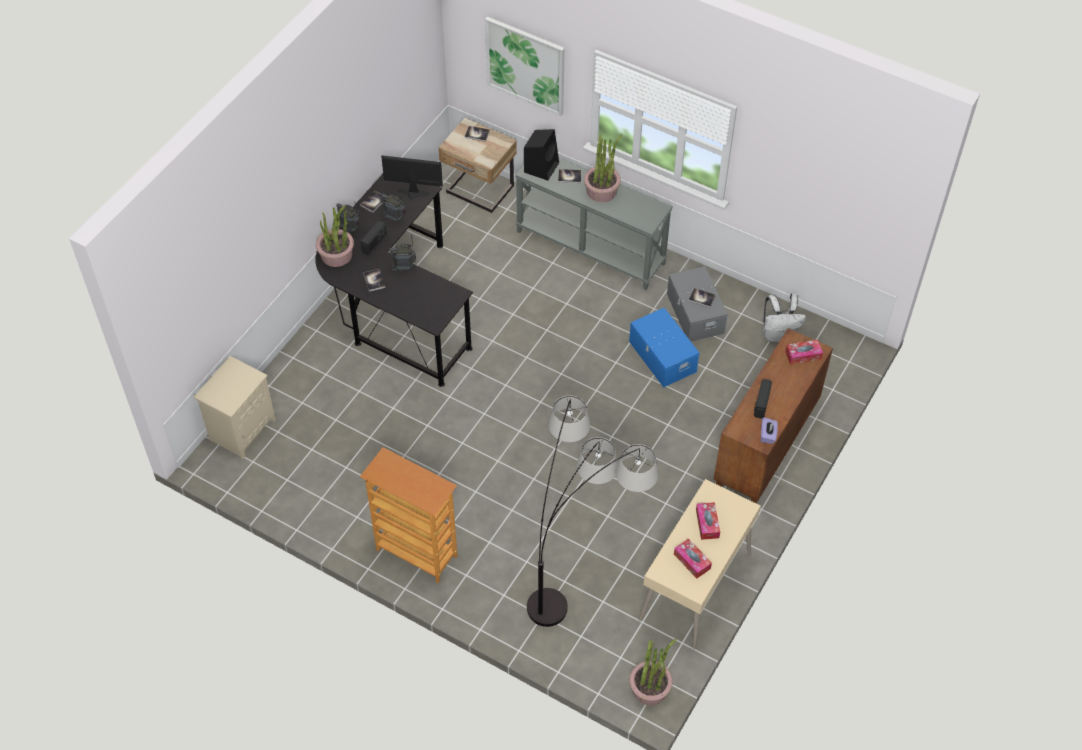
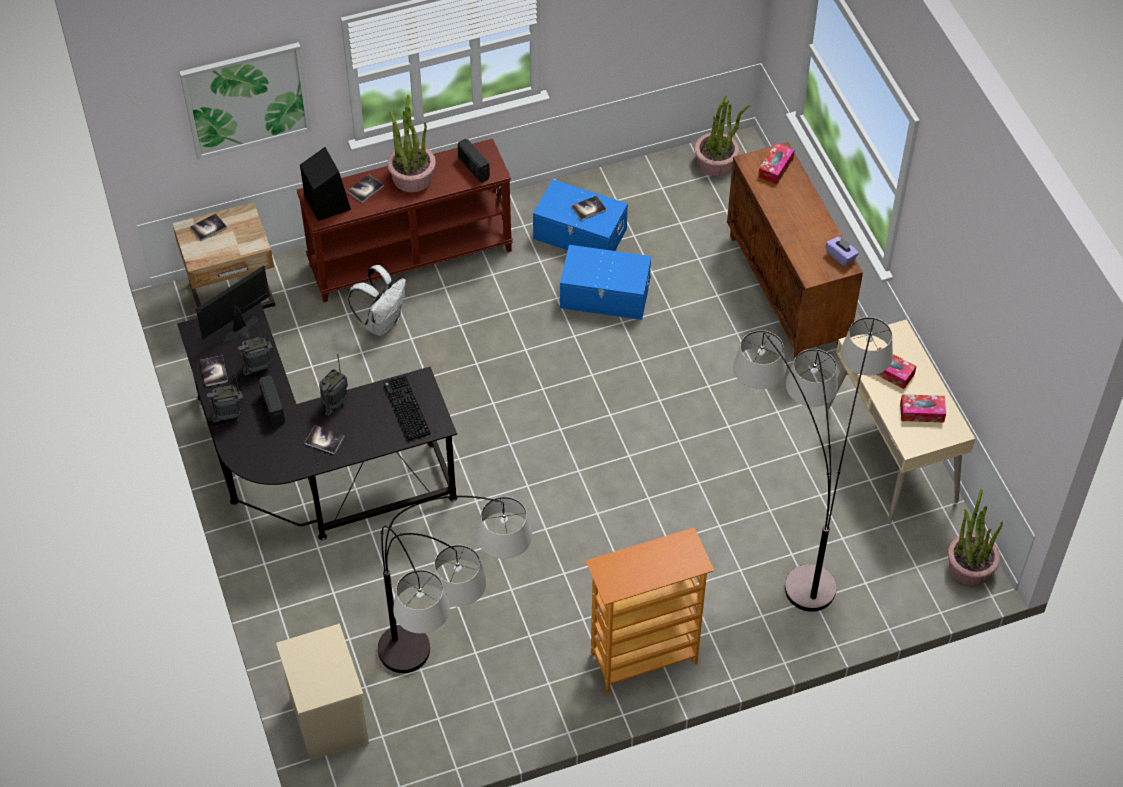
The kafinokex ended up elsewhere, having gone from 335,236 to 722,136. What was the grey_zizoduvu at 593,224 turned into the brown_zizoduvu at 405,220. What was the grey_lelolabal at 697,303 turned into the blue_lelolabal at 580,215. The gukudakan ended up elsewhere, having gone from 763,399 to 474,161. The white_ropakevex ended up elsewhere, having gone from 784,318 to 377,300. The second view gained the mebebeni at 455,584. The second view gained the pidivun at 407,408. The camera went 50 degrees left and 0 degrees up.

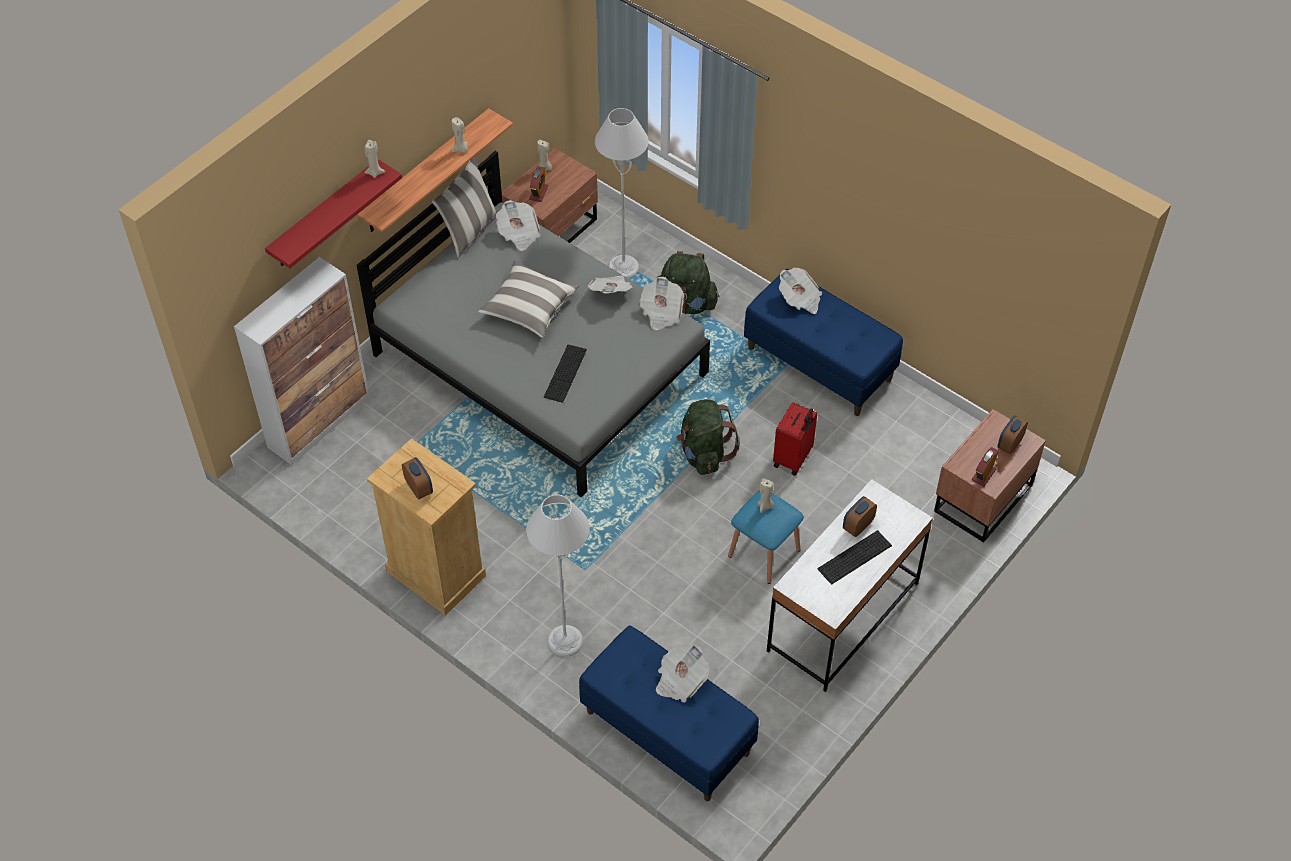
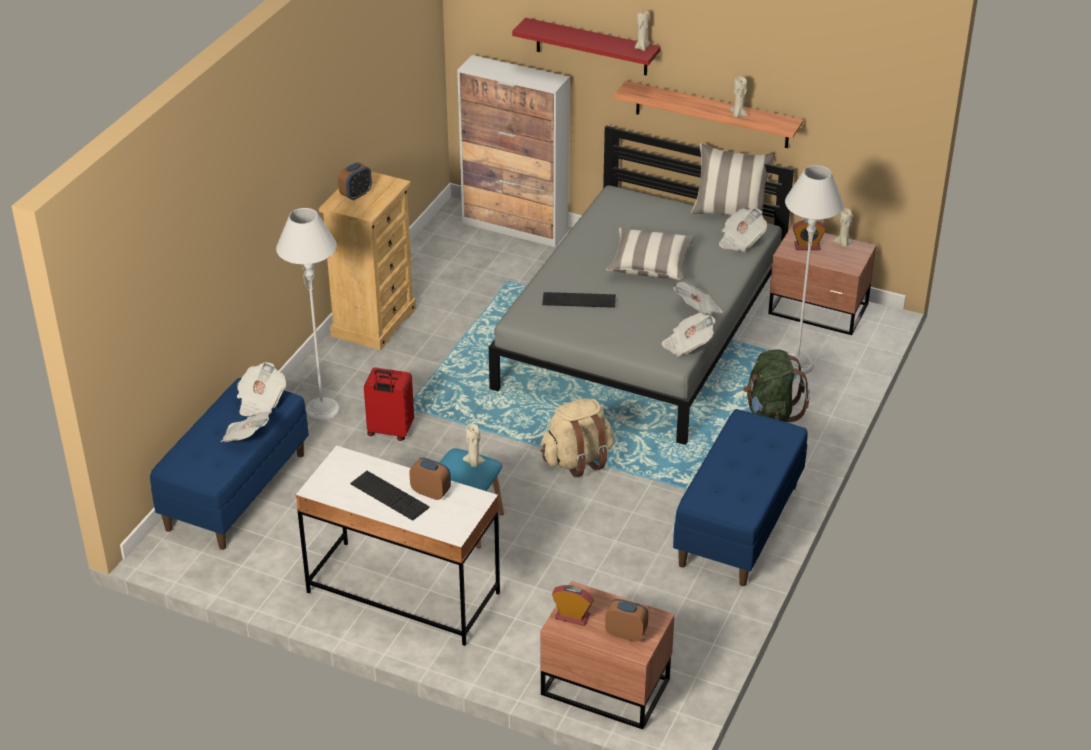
What was the green_ropakevex at 708,437 turned into the beige_ropakevex at 577,437. The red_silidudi ended up elsewhere, having gone from 795,439 to 389,404. The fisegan ended up elsewhere, having gone from 800,291 to 261,389. The camera went 75 degrees right and 15 degrees down.

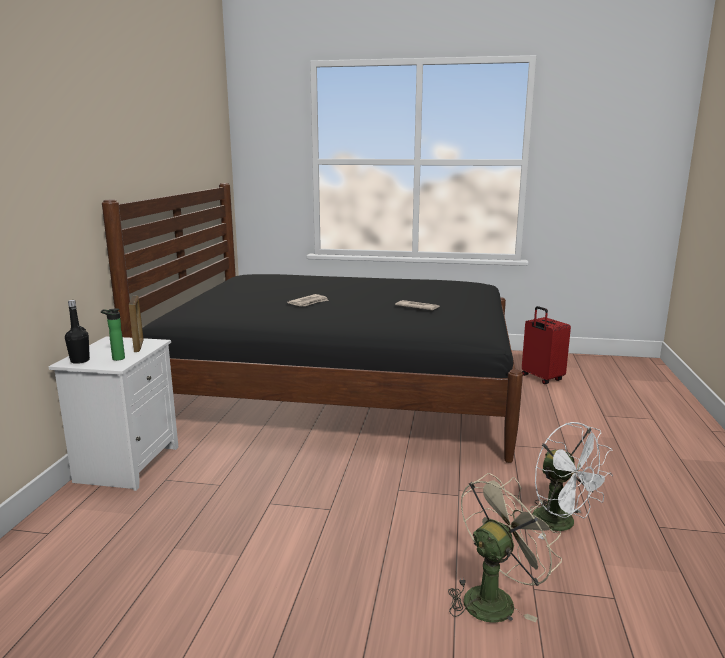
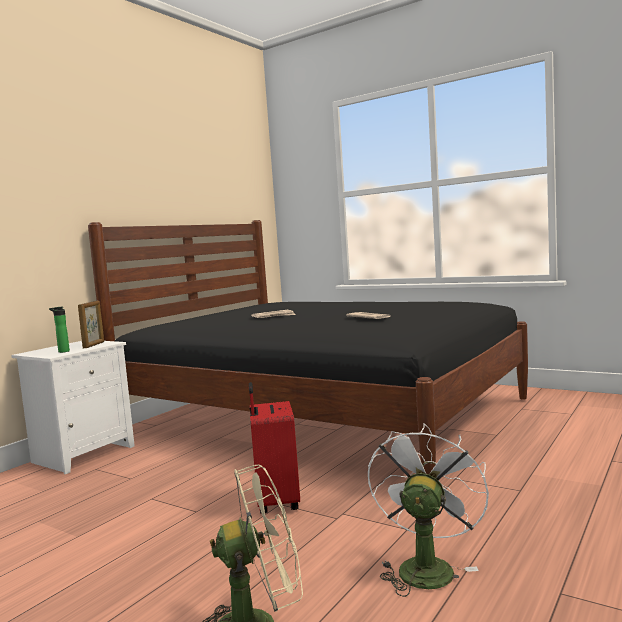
The second view lost the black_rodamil at 77,332. The red_silidudi ended up elsewhere, having gone from 546,345 to 274,448. The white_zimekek at 572,480 ended up facing another way, 150 degrees counterclockwise from before. The camera went 25 degrees right and 10 degrees down.

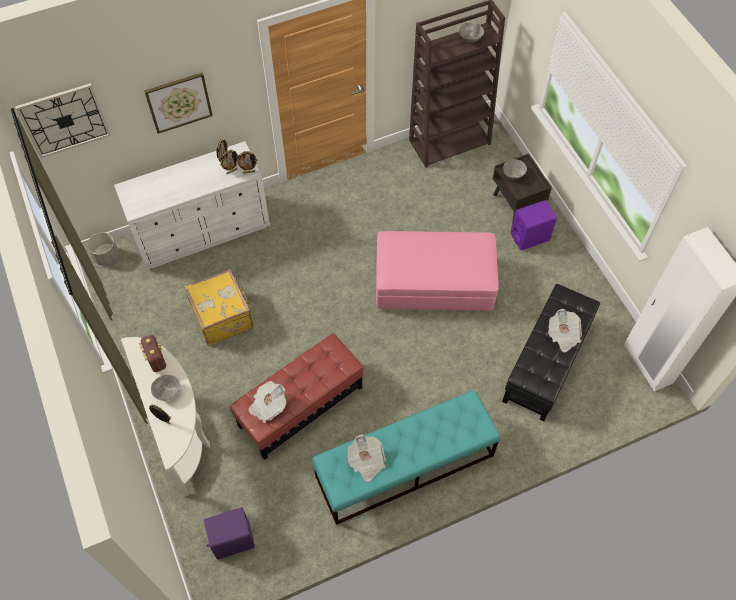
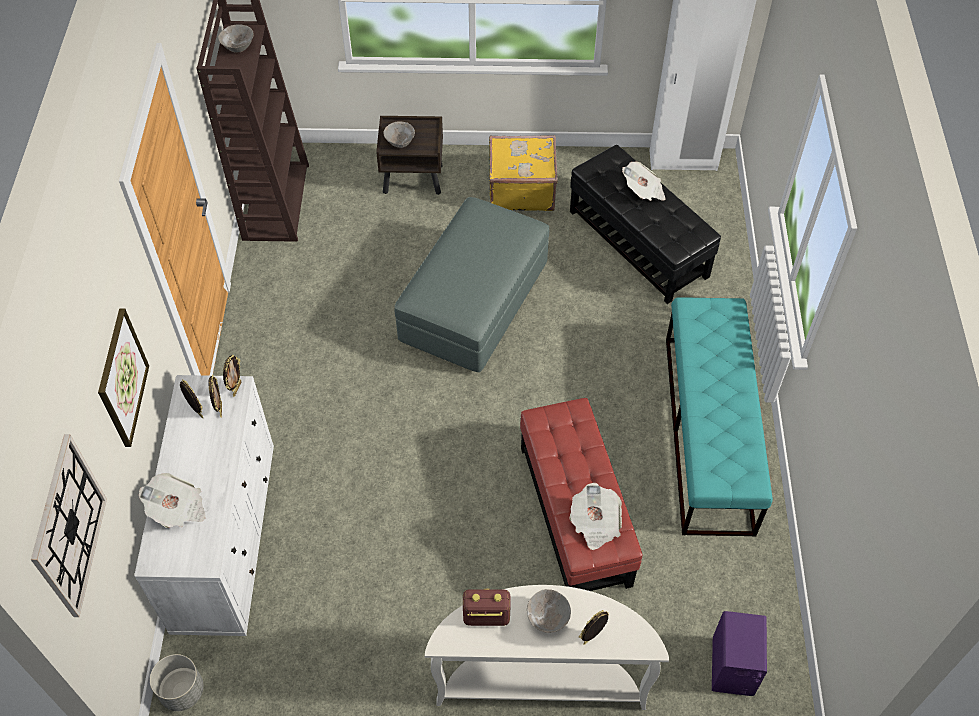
The yellow_silidudi ended up elsewhere, having gone from 218,307 to 523,173. The fisegan ended up elsewhere, having gone from 366,458 to 172,500. What was the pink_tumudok at 437,271 turned into the grey_tumudok at 471,284. The second view lost the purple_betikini at 533,225. The camera went 65 degrees left and 5 degrees down.

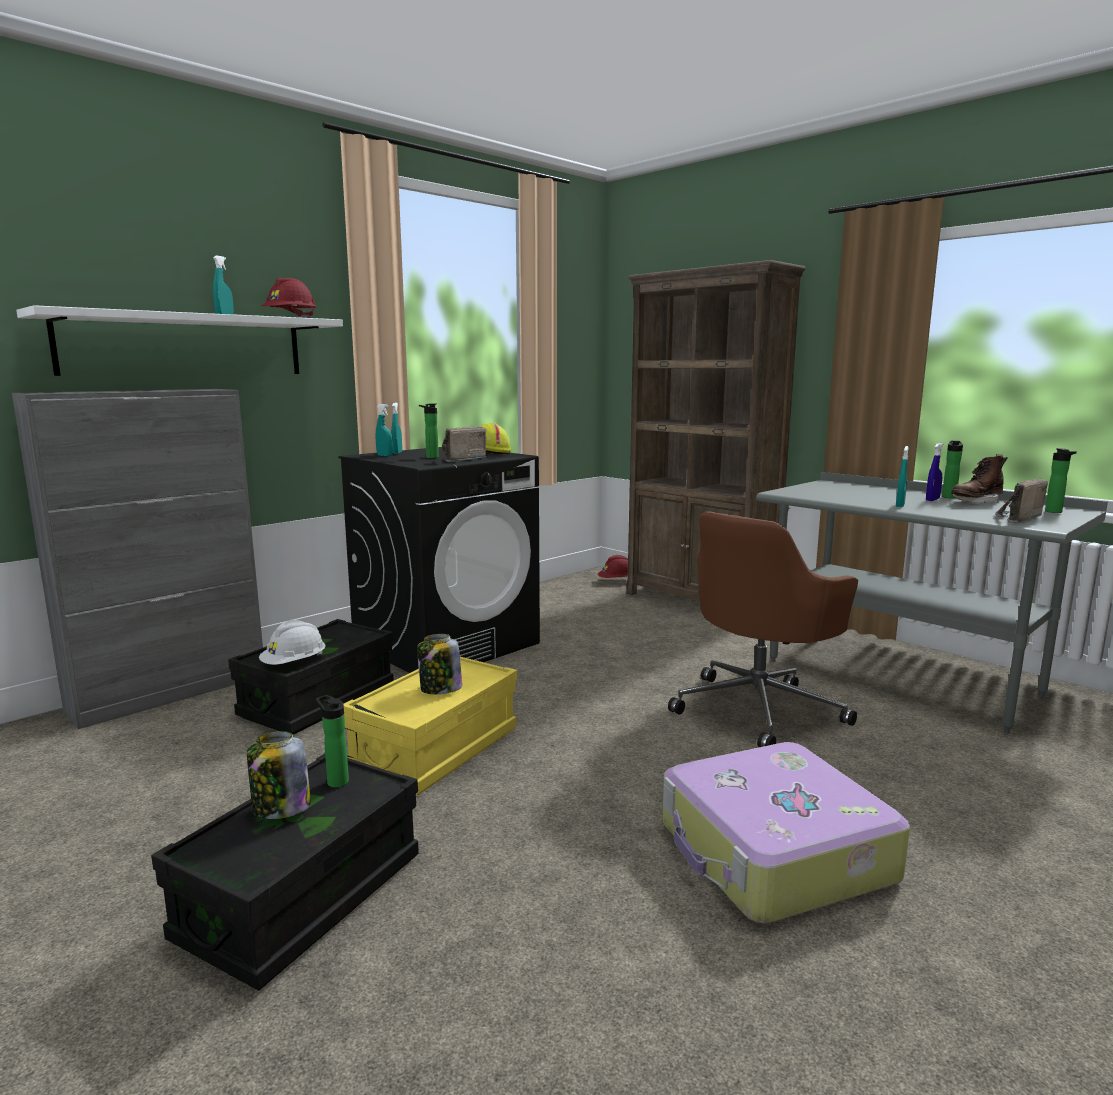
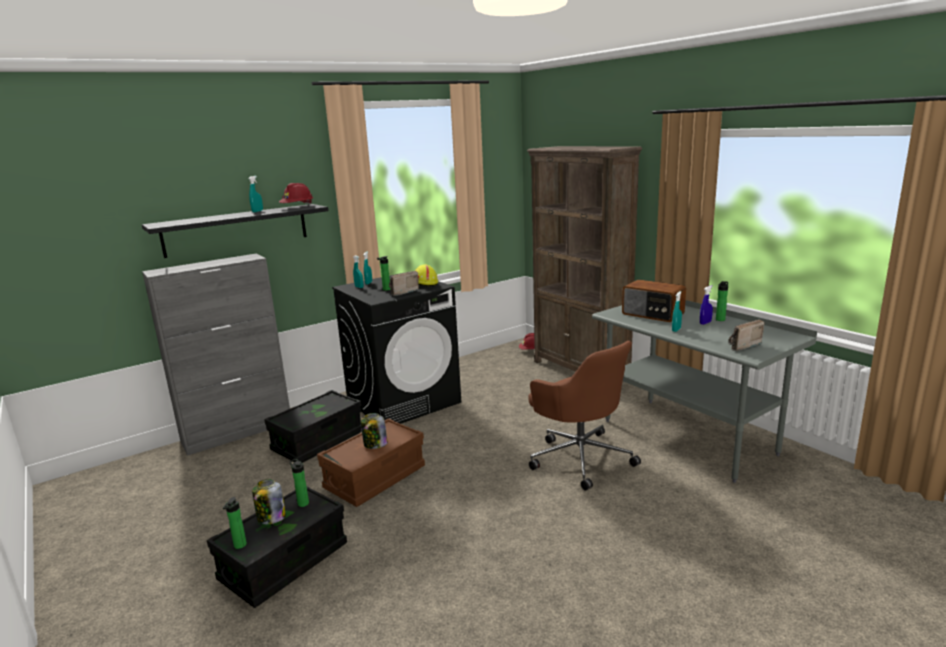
What was the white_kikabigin at 179,340 turned into the black_kikabigin at 235,231. The second view lost the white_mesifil at 292,642. What was the yellow_lelolabal at 430,726 turned into the brown_lelolabal at 371,462. The second view lost the silidudi at 786,833. The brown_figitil at 763,629 ended up facing another way, 90 degrees counterclockwise from before. The second view lost the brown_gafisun at 979,478. The rodamil ended up elsewhere, having gone from 1061,480 to 235,523. The second view gained the gukudakan at 654,301. The camera went 10 degrees right and 5 degrees up.

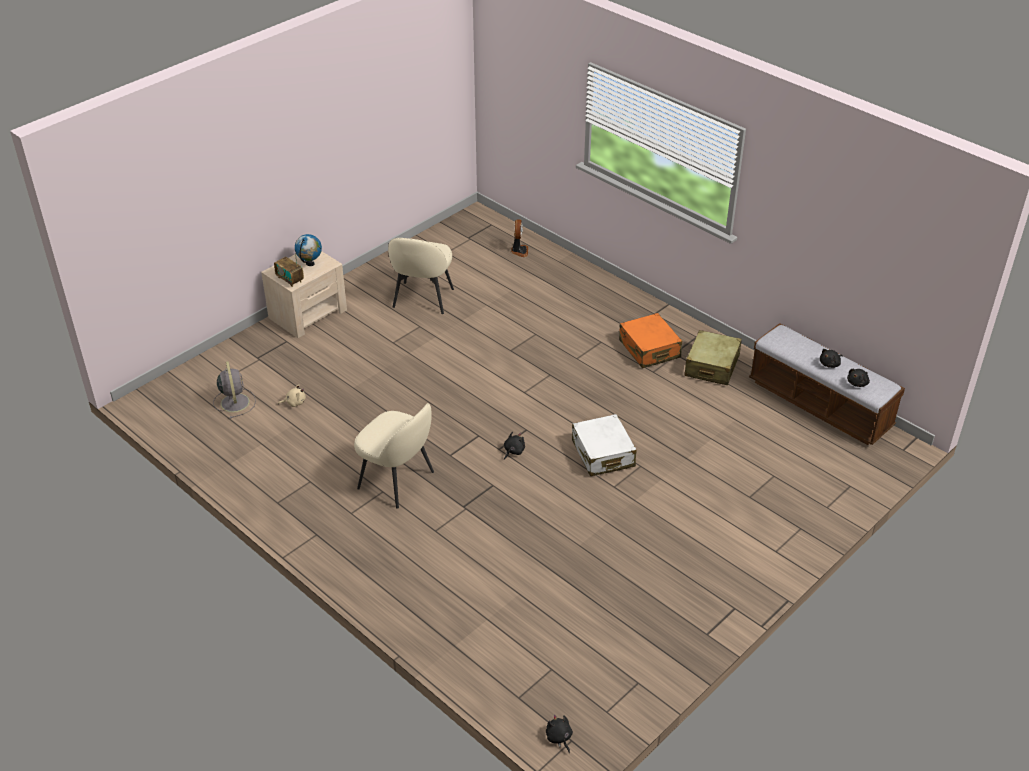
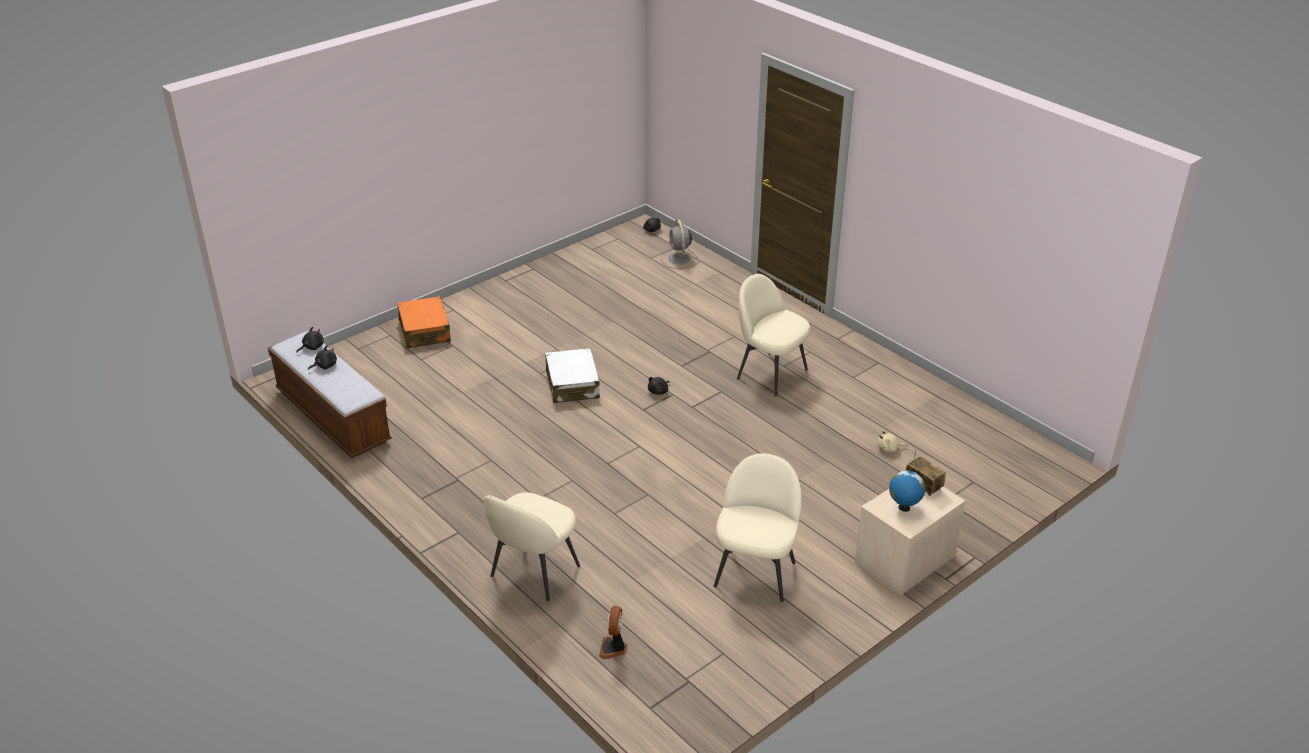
The grey_zimekek ended up elsewhere, having gone from 234,389 to 680,244. The orange_silidudi ended up elsewhere, having gone from 650,340 to 424,322. The second view lost the beige_silidudi at 713,357. The second view gained the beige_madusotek at 531,546. The camera went 175 degrees left and 5 degrees down.

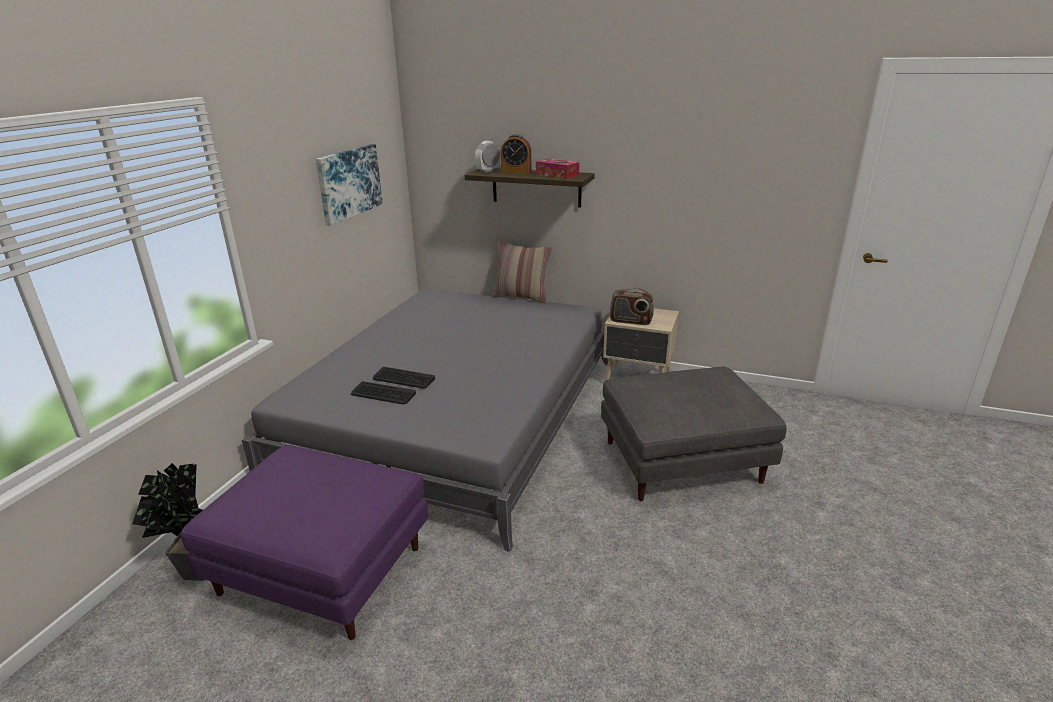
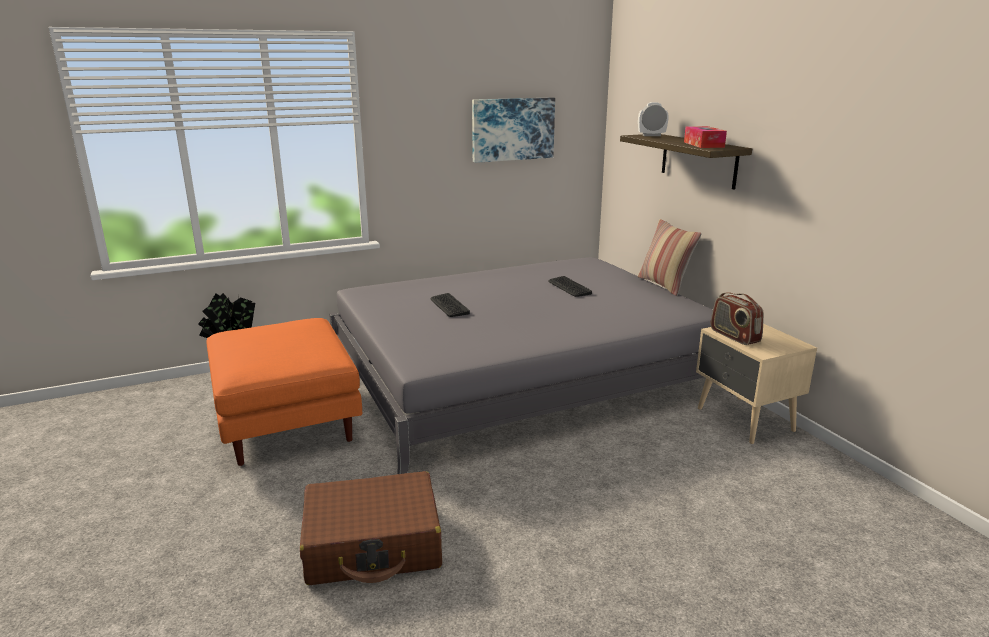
What was the purple_tumudok at 304,542 turned into the orange_tumudok at 284,392. The pidivun ended up elsewhere, having gone from 383,392 to 570,286. The second view lost the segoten at 516,154. The second view lost the grey_tumudok at 694,433. The second view gained the brown_silidudi at 371,528. The camera went 45 degrees right and 5 degrees down.

